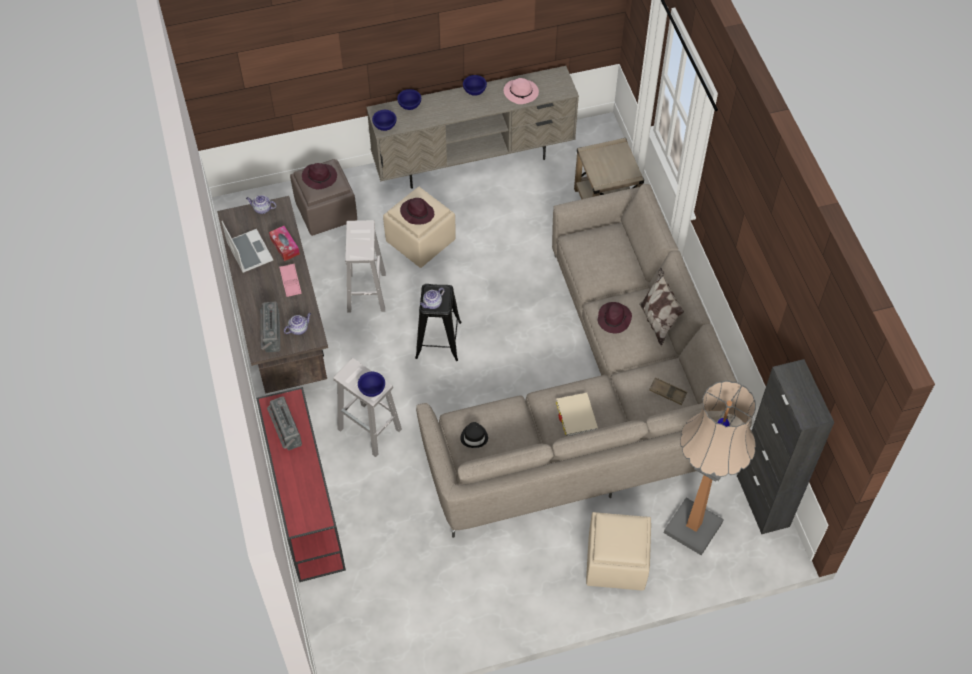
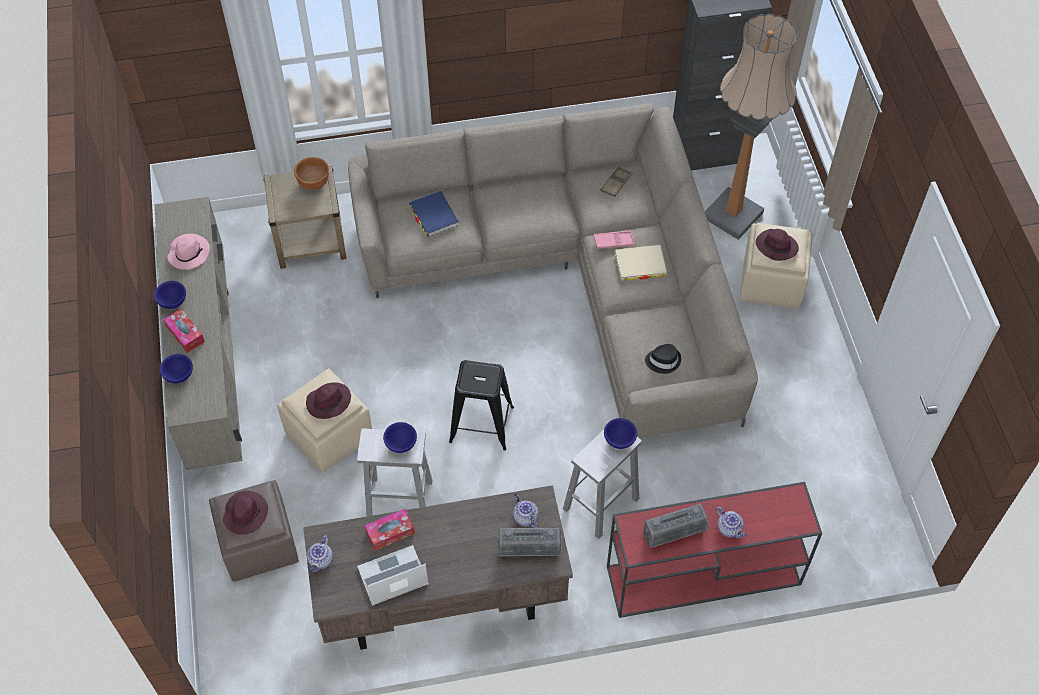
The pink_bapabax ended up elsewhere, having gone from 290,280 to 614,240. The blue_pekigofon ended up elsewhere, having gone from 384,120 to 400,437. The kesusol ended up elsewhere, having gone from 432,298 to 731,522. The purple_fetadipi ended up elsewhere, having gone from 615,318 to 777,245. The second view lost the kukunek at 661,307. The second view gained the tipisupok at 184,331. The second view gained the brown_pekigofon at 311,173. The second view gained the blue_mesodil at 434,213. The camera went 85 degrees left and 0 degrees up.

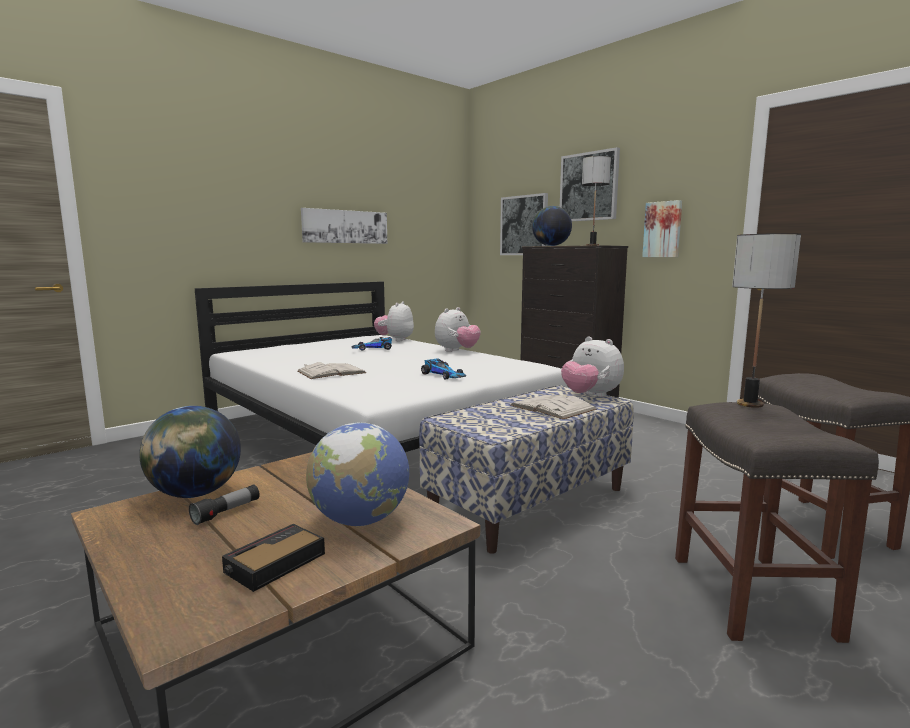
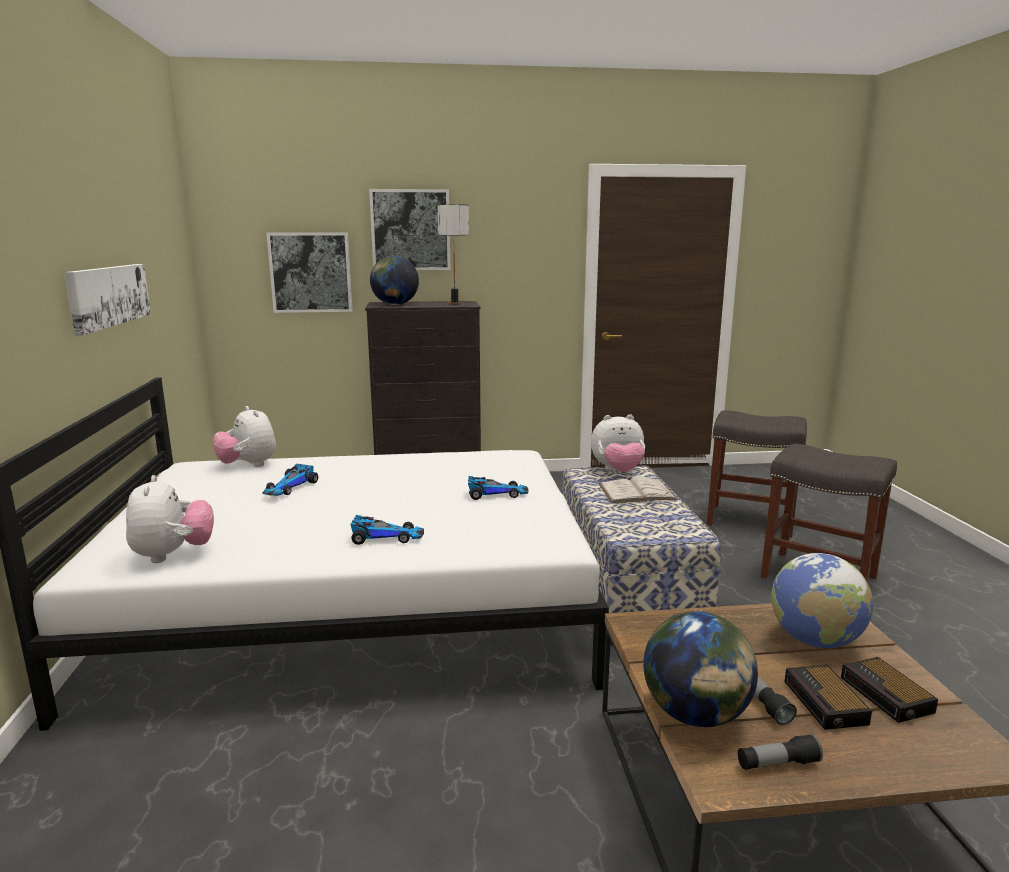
Where the white_mesodil stood at 332,370, the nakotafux came to stand at 387,530. The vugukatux ended up elsewhere, having gone from 458,329 to 170,519. The second view lost the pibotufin at 662,228. The second view lost the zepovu at 766,320. The second view gained the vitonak at 780,752. The second view gained the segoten at 828,697. The camera went 55 degrees left and 5 degrees up.

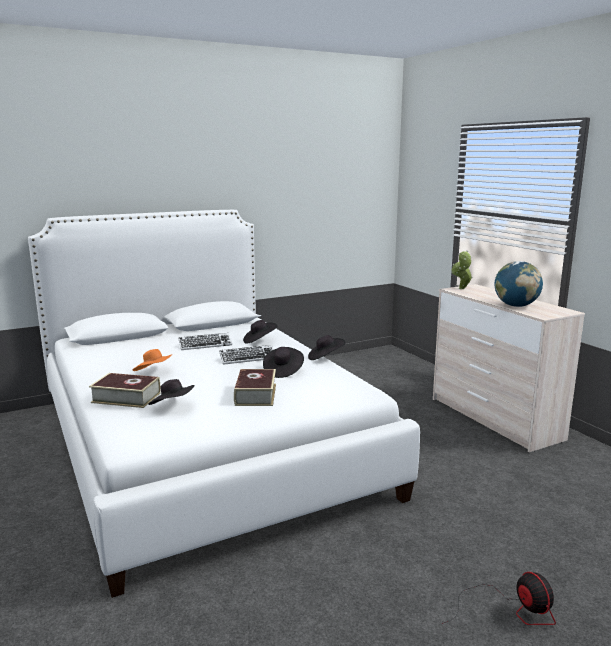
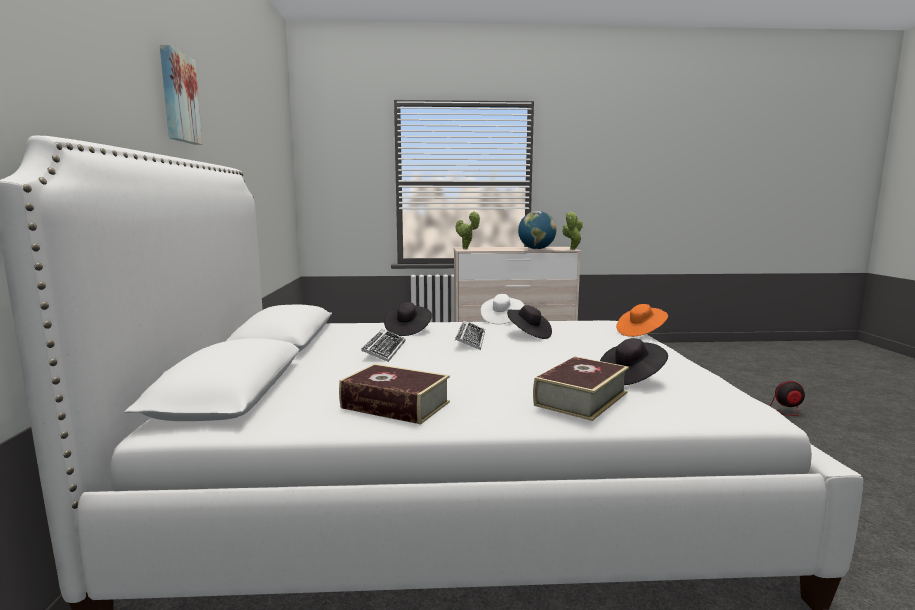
The orange_fetadipi ended up elsewhere, having gone from 152,360 to 642,320. The mesodil ended up elsewhere, having gone from 255,387 to 394,394. What was the black_fetadipi at 327,347 turned into the white_fetadipi at 502,309. The second view gained the pibotufin at 181,94. The second view gained the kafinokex at 572,230. The camera went 65 degrees left and 5 degrees down.

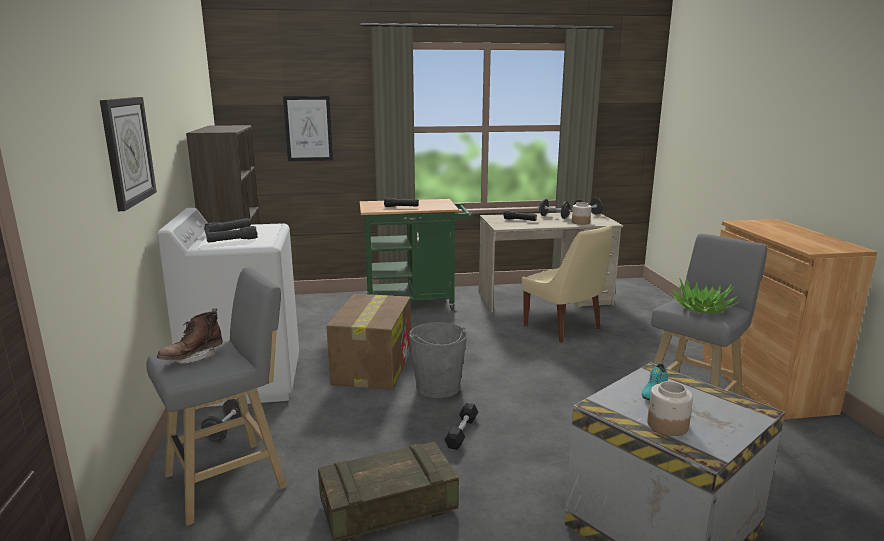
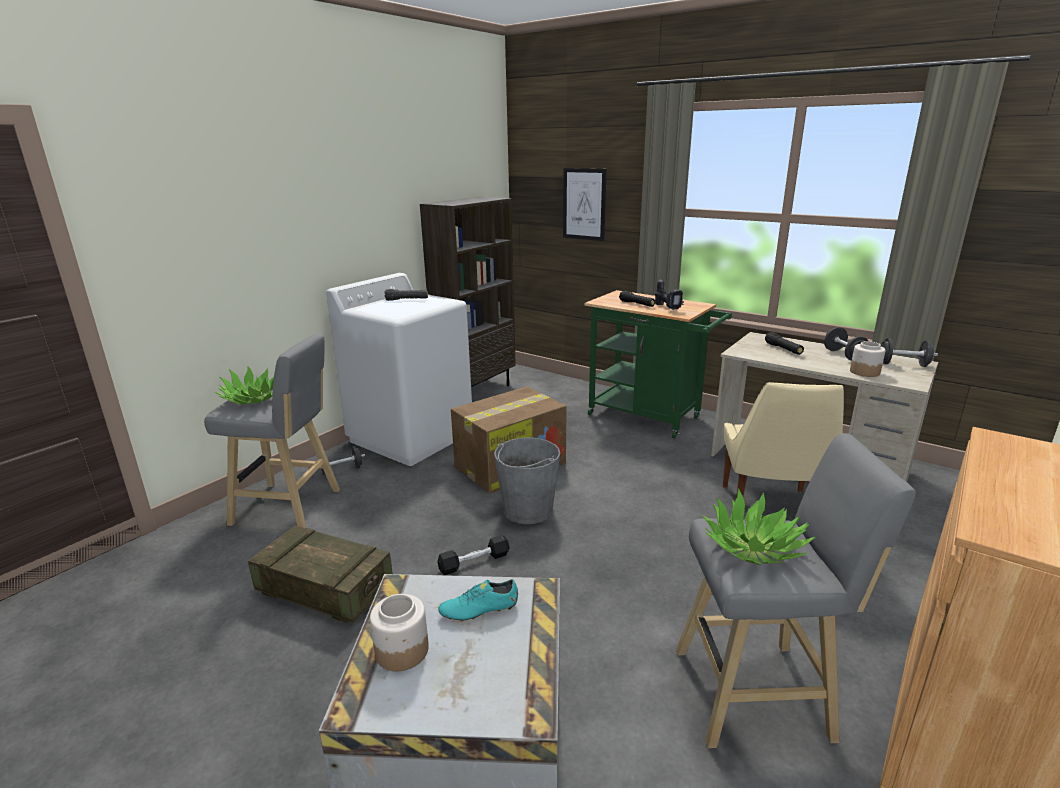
The second view lost the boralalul at 128,154. Where the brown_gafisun stood at 190,336, the kafinokex came to stand at 244,385. The second view lost the black_vitonak at 232,234. The second view gained the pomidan at 669,294. The camera went 45 degrees right and 5 degrees up.

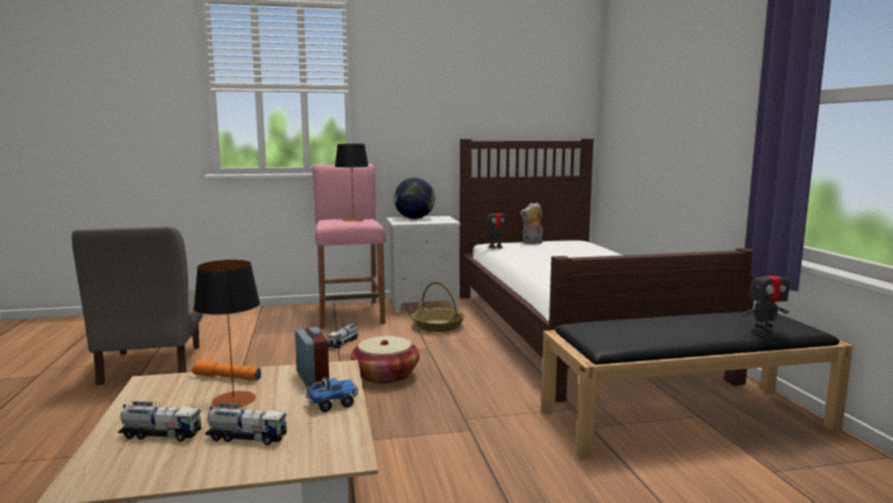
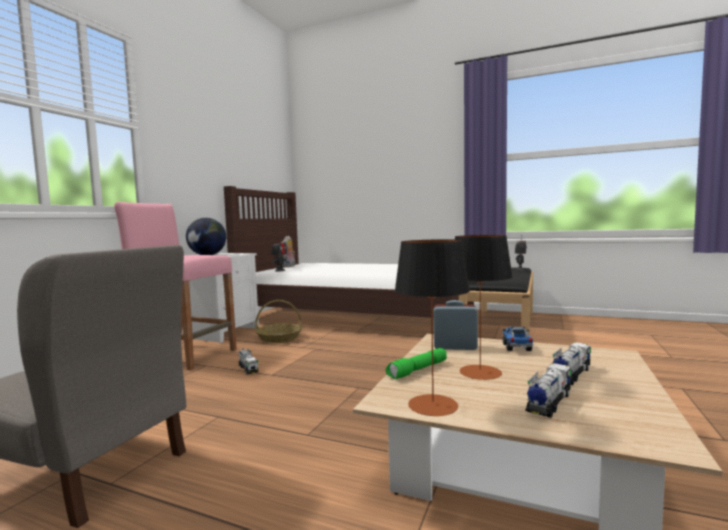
What was the orange_vitonak at 227,370 turned into the green_vitonak at 416,363. The zepovu ended up elsewhere, having gone from 351,182 to 432,327. The second view lost the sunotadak at 385,360. The camera went 55 degrees left and 5 degrees down.

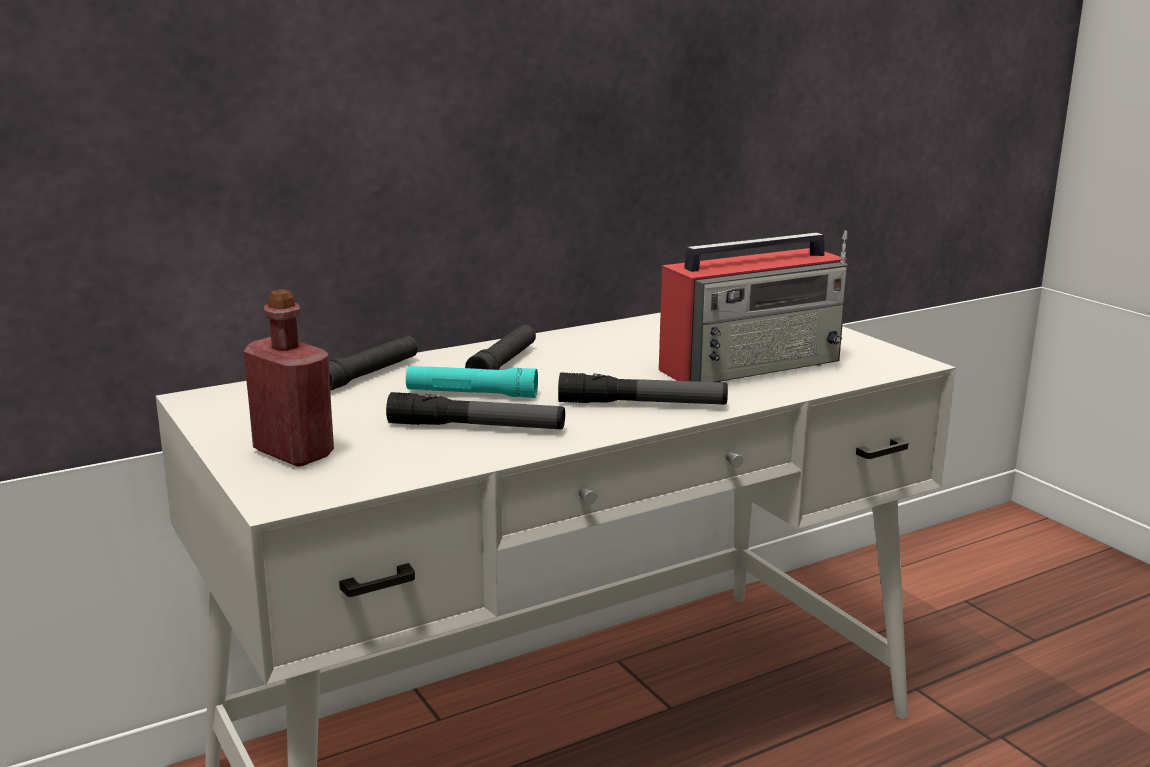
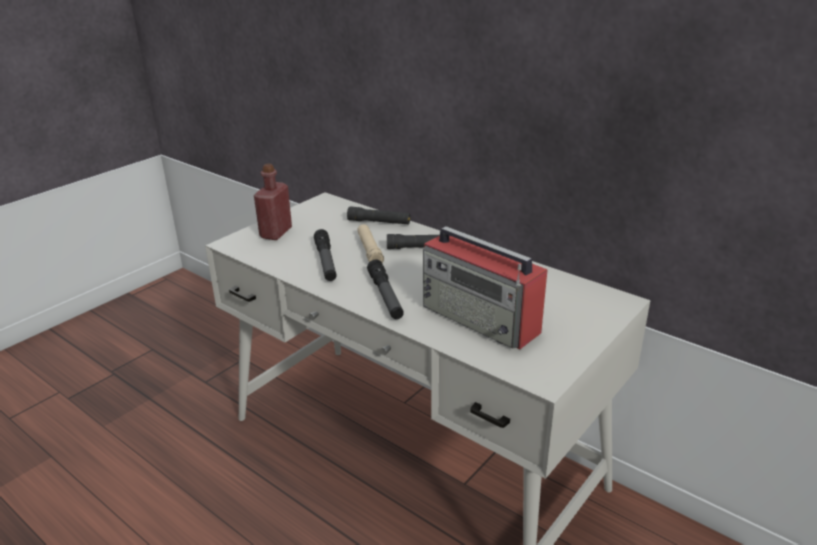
What was the turquoise_vitonak at 472,382 turned into the beige_vitonak at 370,243. The camera went 70 degrees right and 10 degrees up.

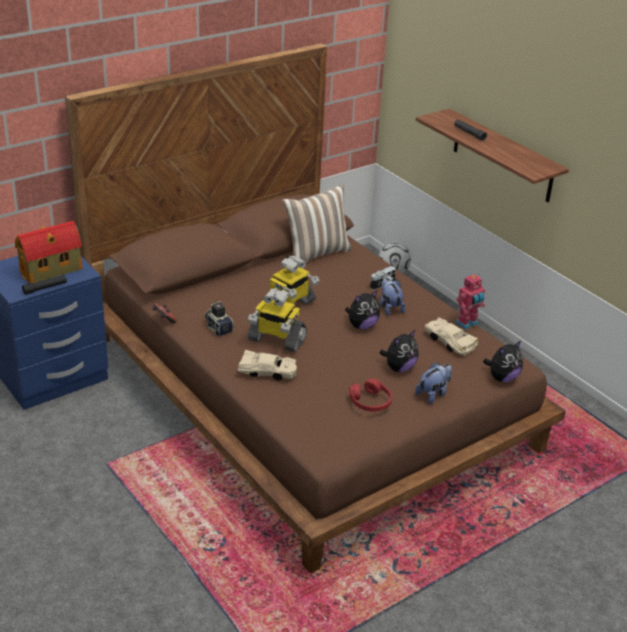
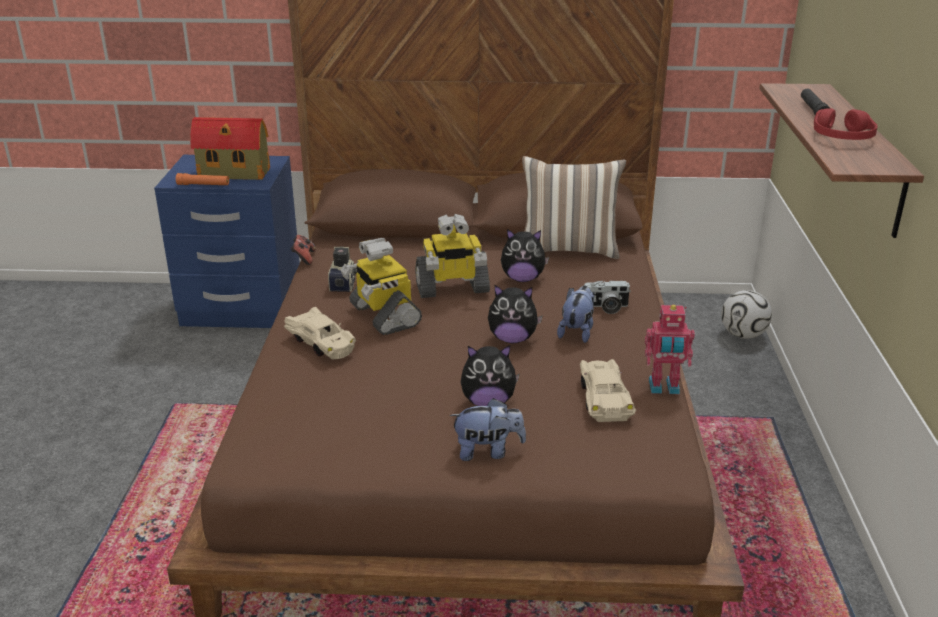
What was the black_vitonak at 44,285 turned into the orange_vitonak at 202,179. The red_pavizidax ended up elsewhere, having gone from 370,395 to 846,124. The vugukatux ended up elsewhere, having gone from 503,361 to 525,255. The camera went 40 degrees right and 5 degrees down.

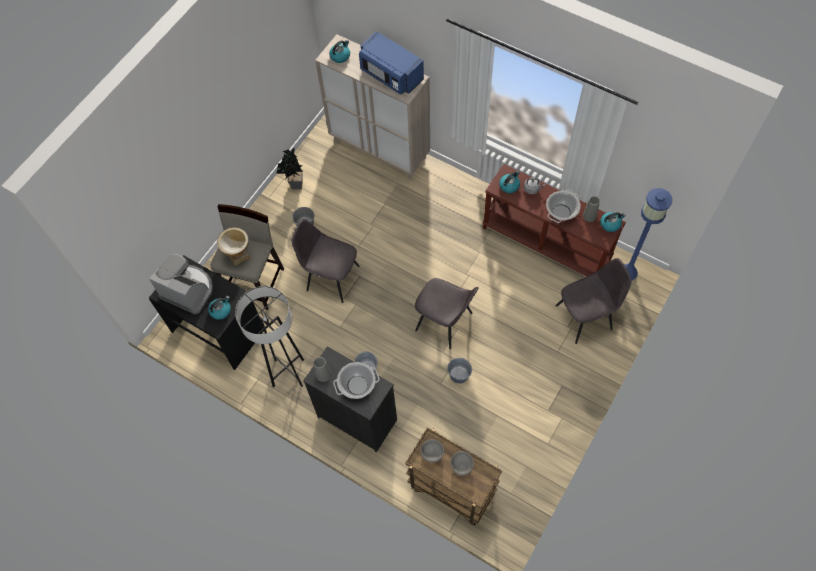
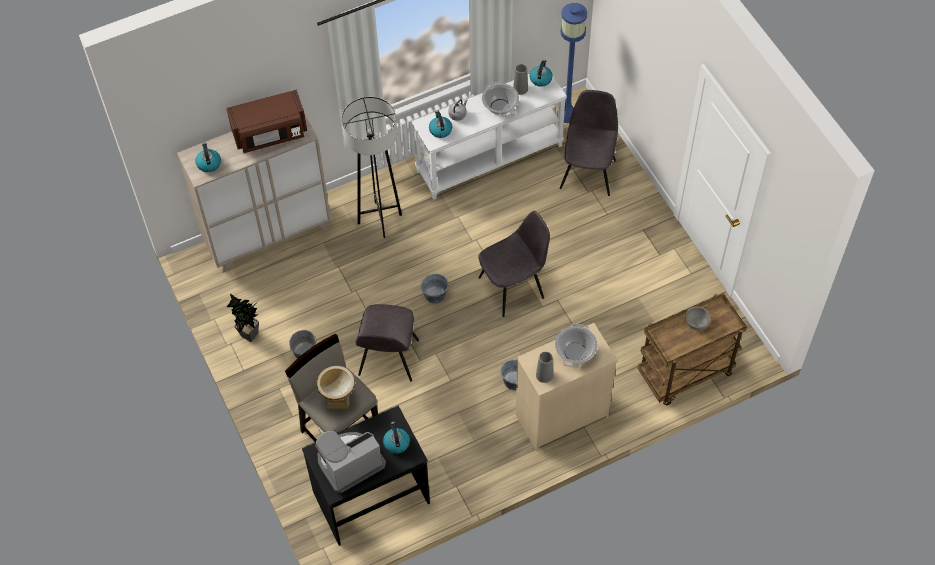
The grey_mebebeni ended up elsewhere, having gone from 269,337 to 371,167. The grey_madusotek at 325,261 ended up facing another way, 45 degrees counterclockwise from before. What was the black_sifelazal at 350,399 turned into the beige_sifelazal at 566,387. What was the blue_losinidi at 391,62 turned into the brown_losinidi at 266,121. The second view lost the grey_pekigofon at 432,451. The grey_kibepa ended up elsewhere, having gone from 459,371 to 435,289. What was the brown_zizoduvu at 554,220 turned into the white_zizoduvu at 489,137. The camera went 60 degrees left and 5 degrees down.

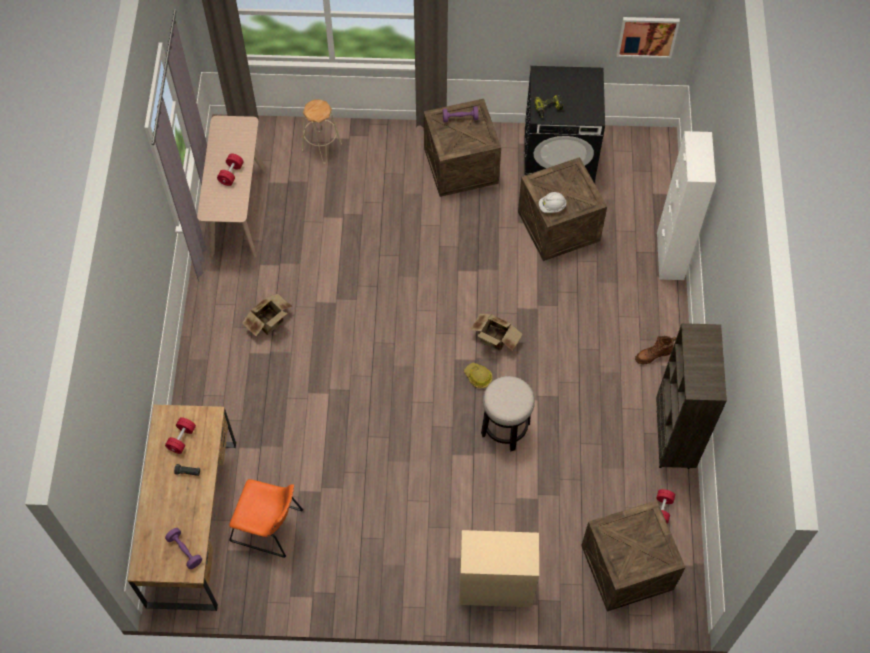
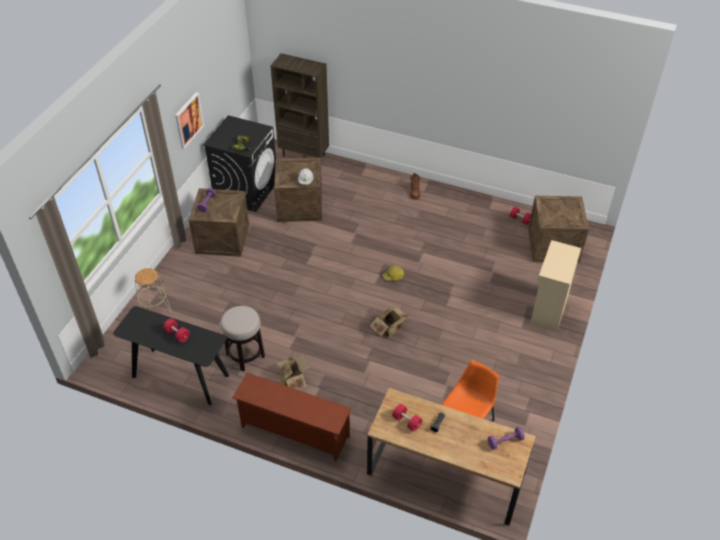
What was the beige_zizoduvu at 232,187 turned into the black_zizoduvu at 171,355. The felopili ended up elsewhere, having gone from 496,333 to 389,322. The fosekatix ended up elsewhere, having gone from 508,414 to 242,338. The pibotufin ended up elsewhere, having gone from 648,37 to 189,120. The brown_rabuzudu ended up elsewhere, having gone from 691,396 to 299,105. The second view lost the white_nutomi at 686,205. The second view gained the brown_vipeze at 292,417. The camera went 70 degrees left and 15 degrees down.

